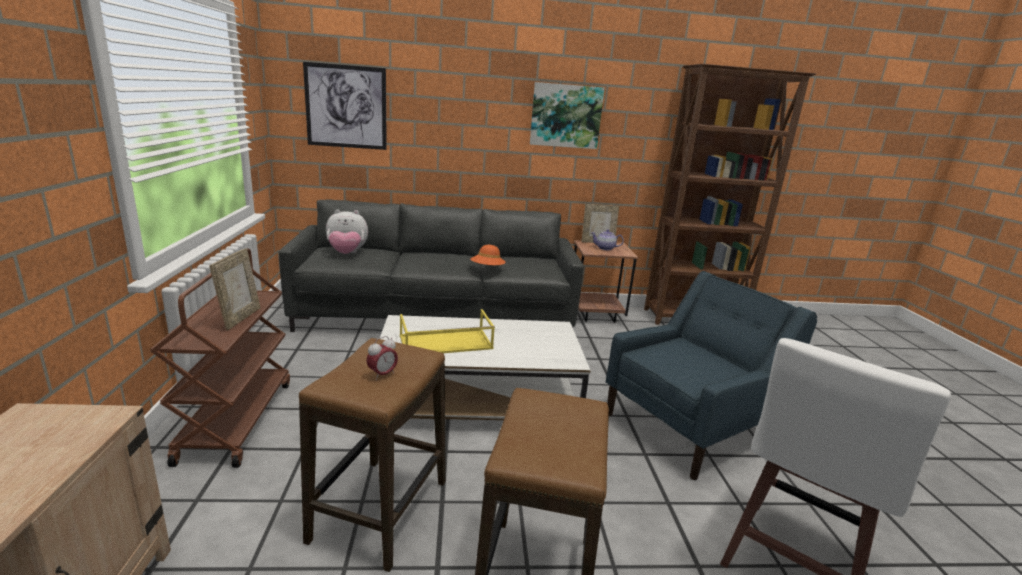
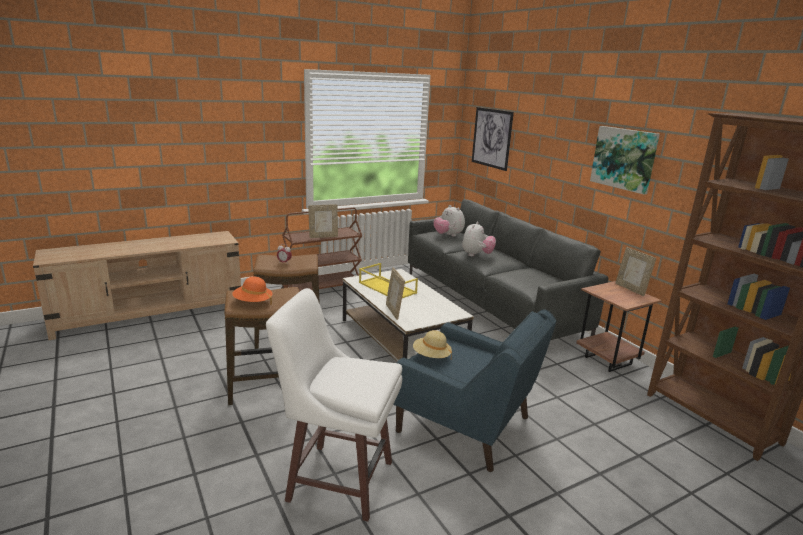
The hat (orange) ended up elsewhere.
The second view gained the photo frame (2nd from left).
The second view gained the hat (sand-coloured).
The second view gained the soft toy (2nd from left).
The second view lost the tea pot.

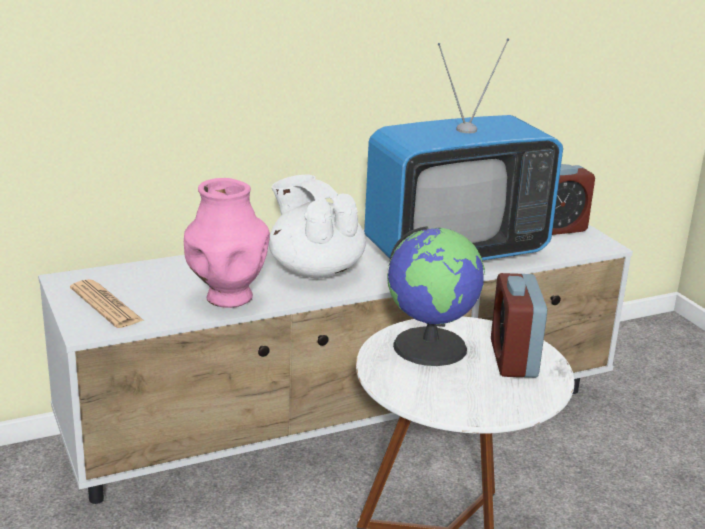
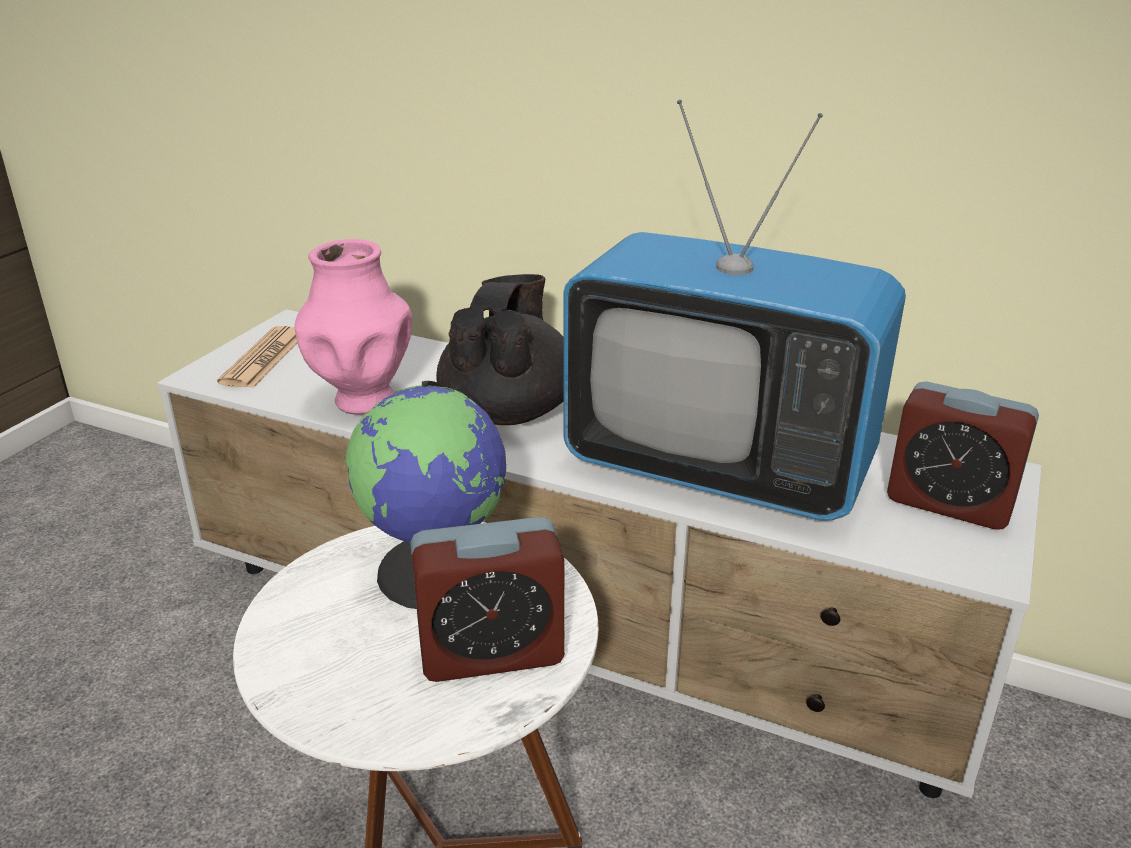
The alarm clock (1st from left) ended up facing another way, 150 degrees counterclockwise from before.
What was the tea pot (white) turned into the tea pot (black-coloured).

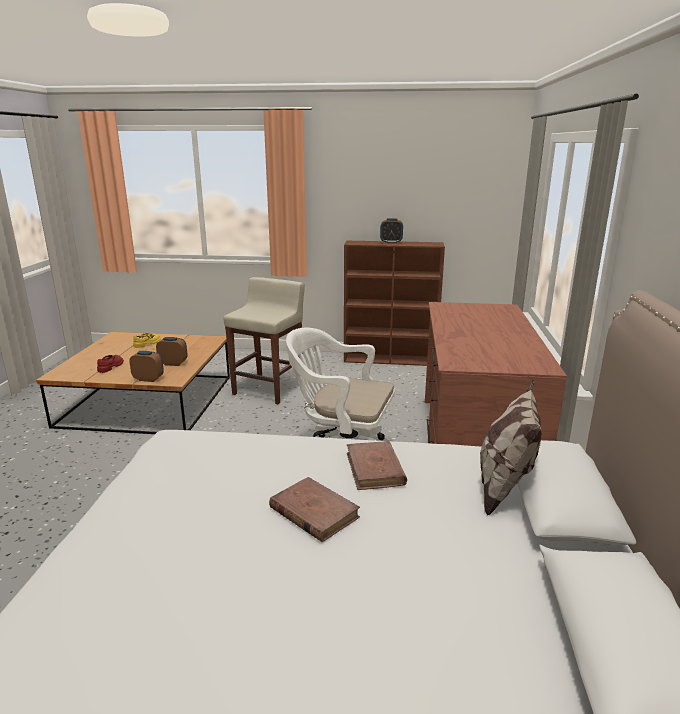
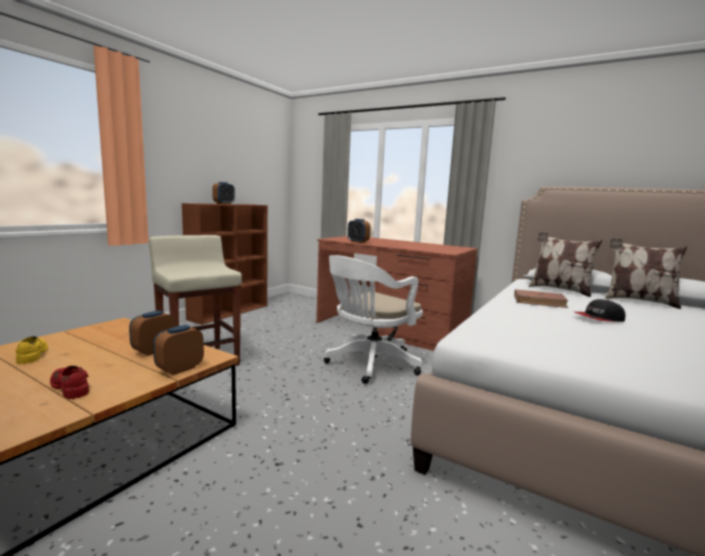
The second view gained the alarm clock (4th from left).
Where the book (brownish) (1st from left) stood, the cap came to stand.
The second view gained the throw pillow (2nd from left).

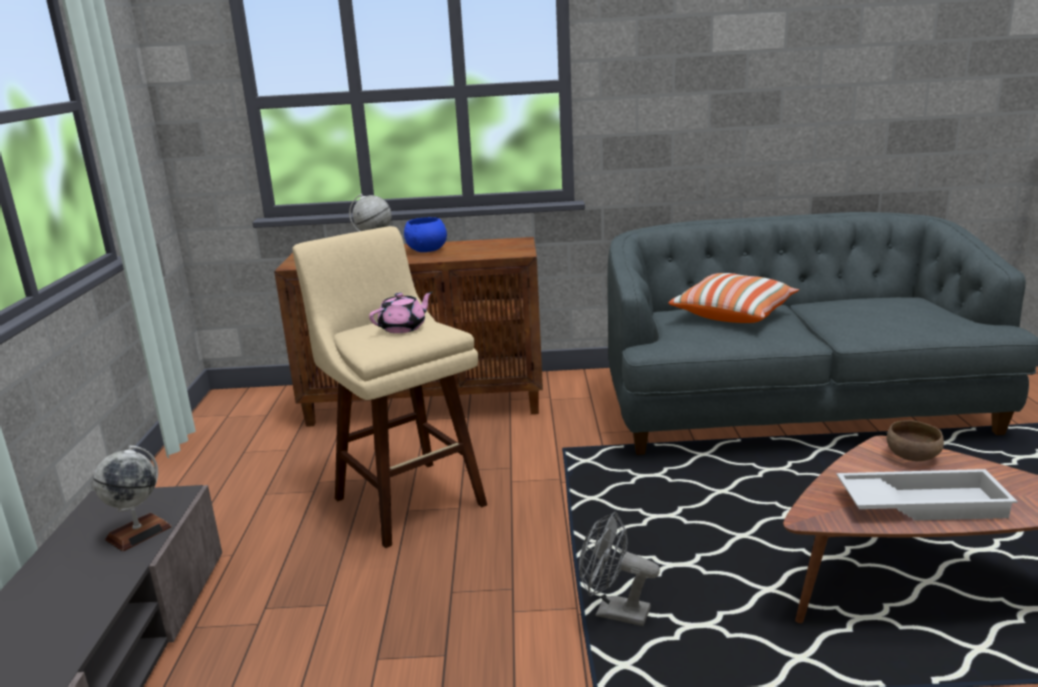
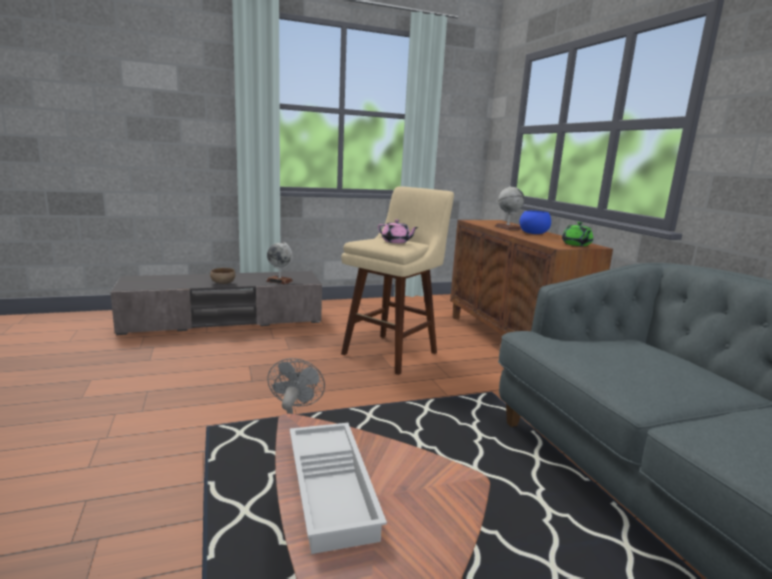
The serving bowl (brownish) ended up elsewhere.
The second view gained the tea pot (greenish).
The second view lost the throw pillow.

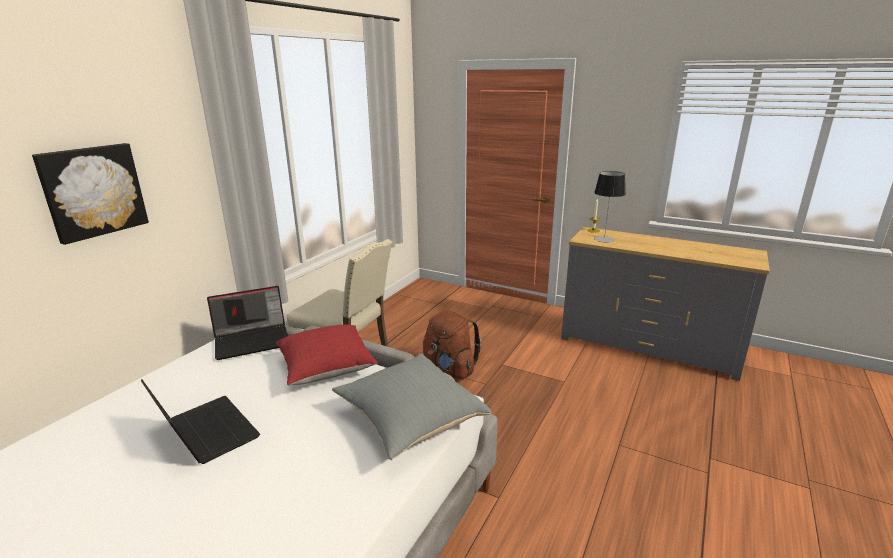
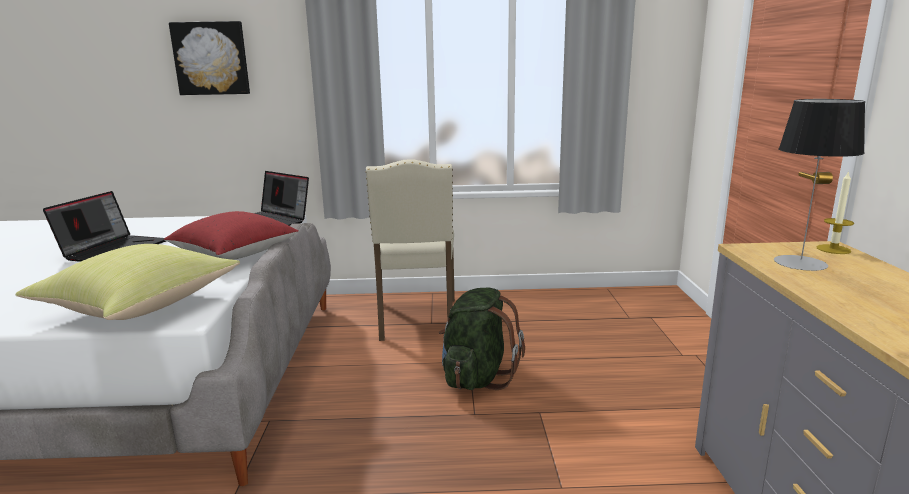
What was the throw pillow (grey) turned into the throw pillow (yellow-coloured).
What was the backpack (brownish) turned into the backpack (greenish).

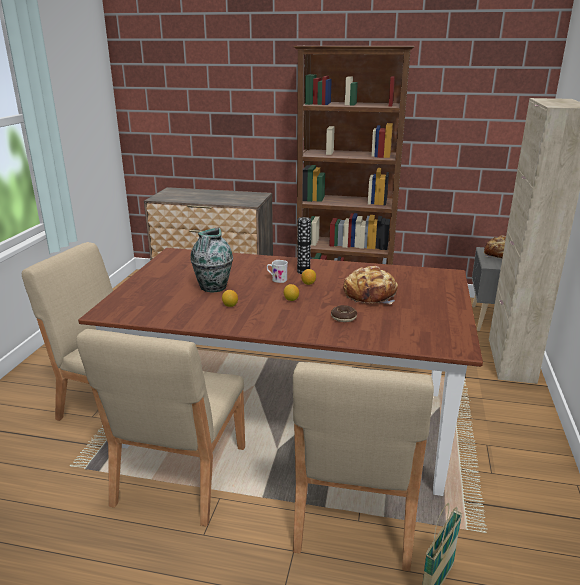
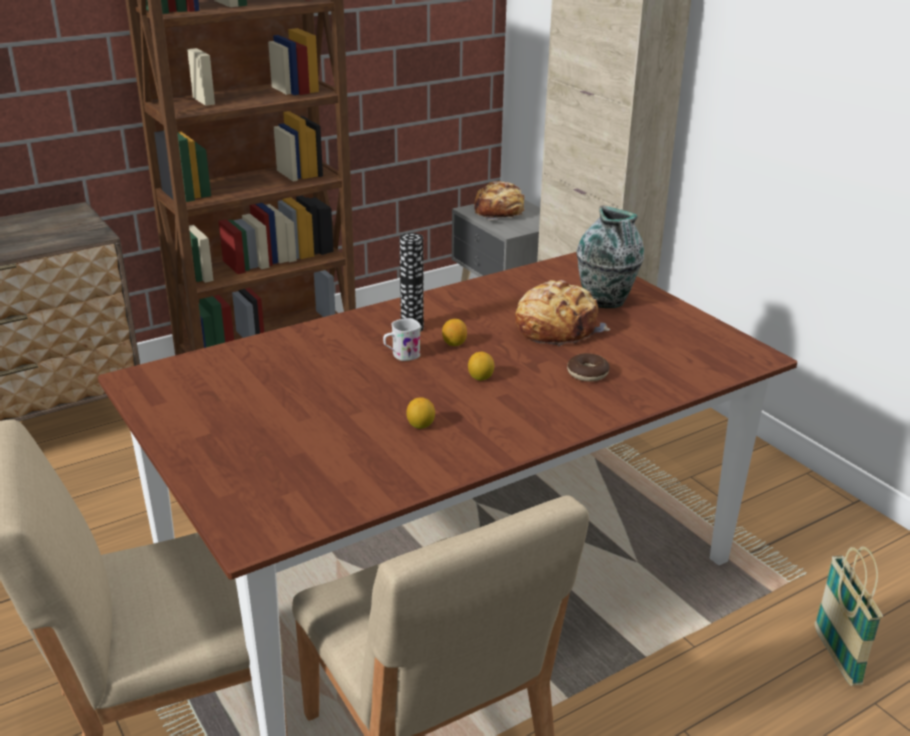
The decorative vase (1st from left in the first image) ended up elsewhere.
The second view lost the chair (sand-coloured) (3rd from left).

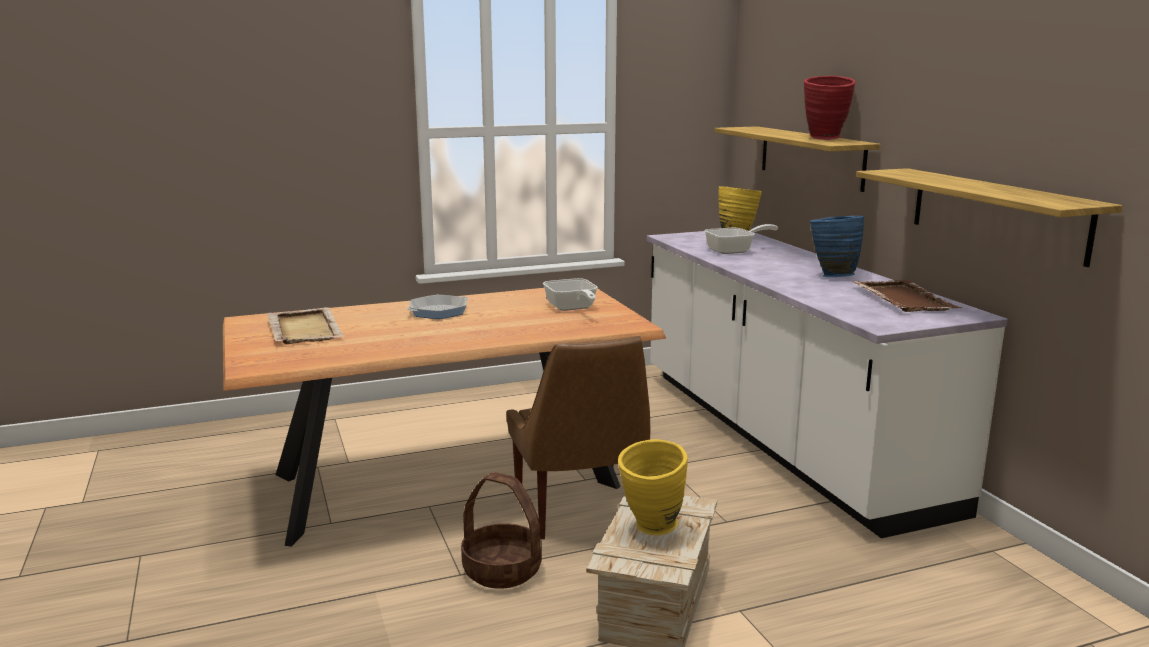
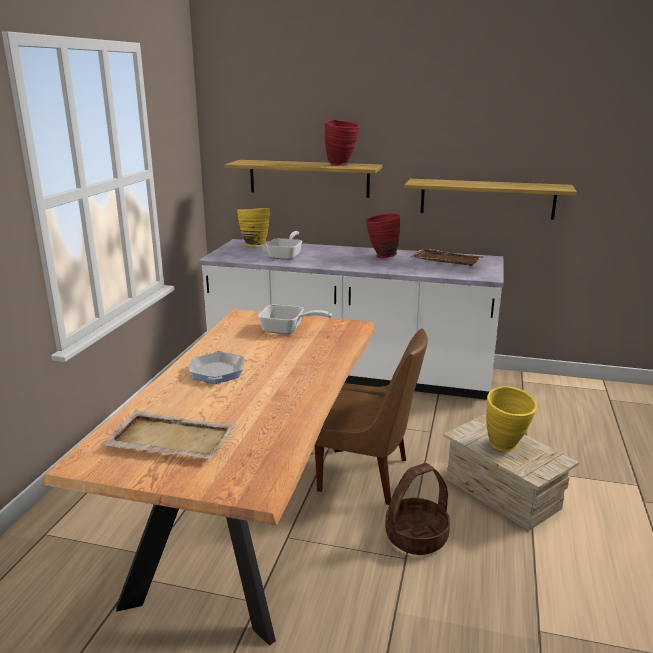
What was the decorative vase (bluish) turned into the decorative vase (red) (2nd from left).

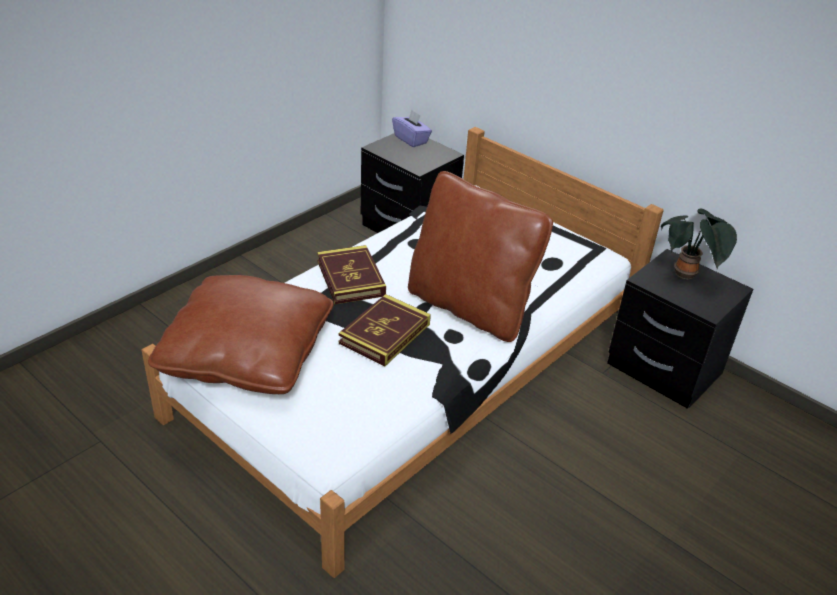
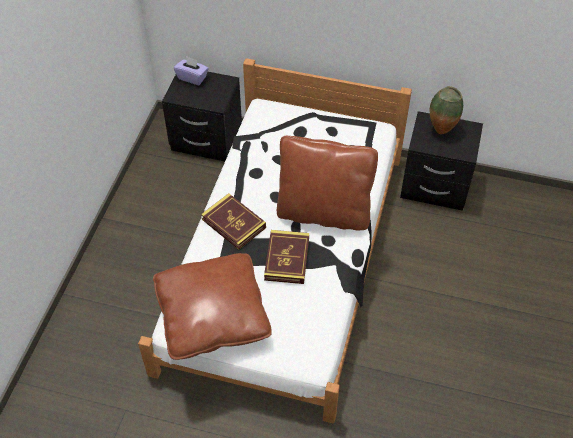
Where the plant in a pot stood, the decorative vase came to stand.

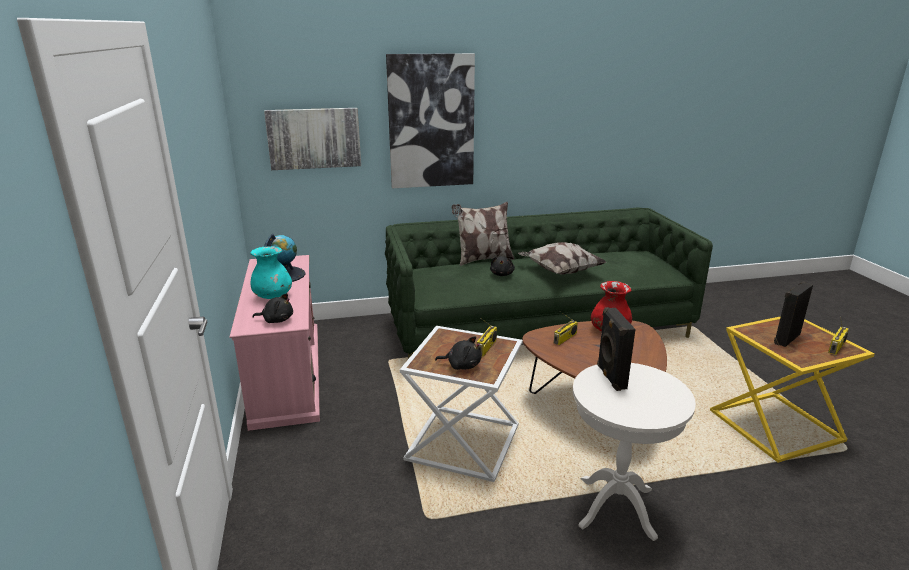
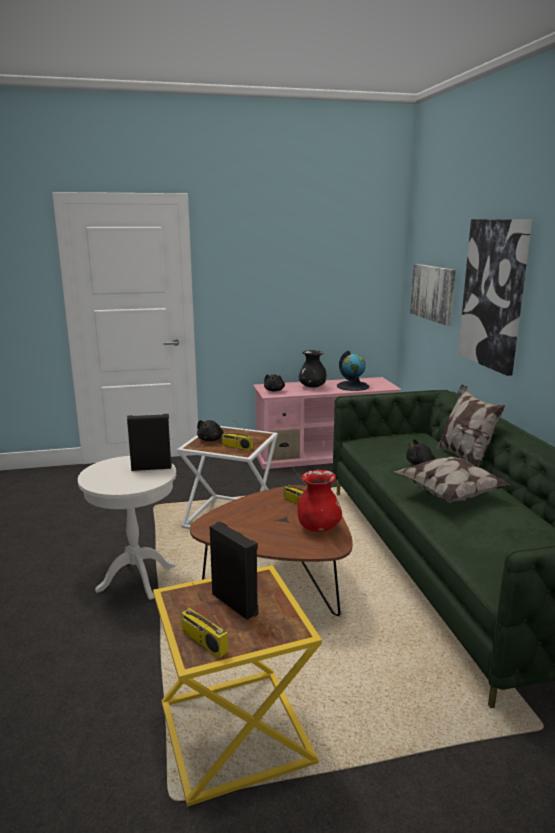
What was the decorative vase (turquoise) turned into the decorative vase (black-coloured).

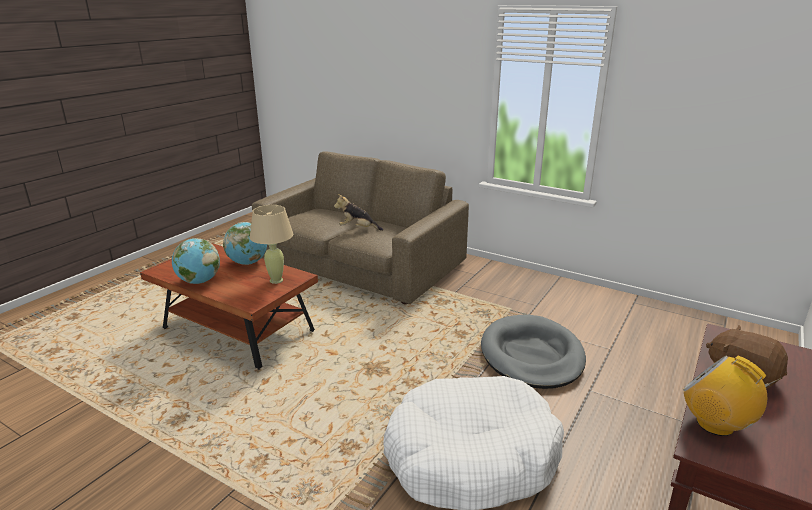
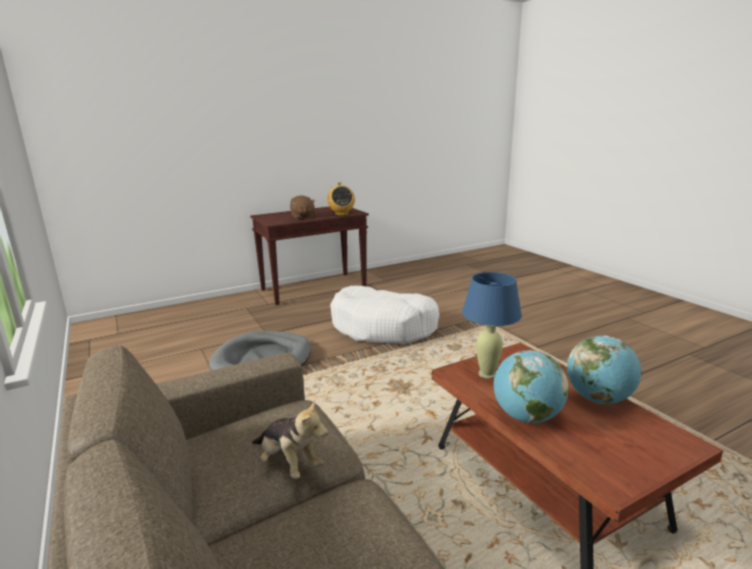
What was the lamp for a table (sand-coloured) turned into the lamp for a table (bluish).

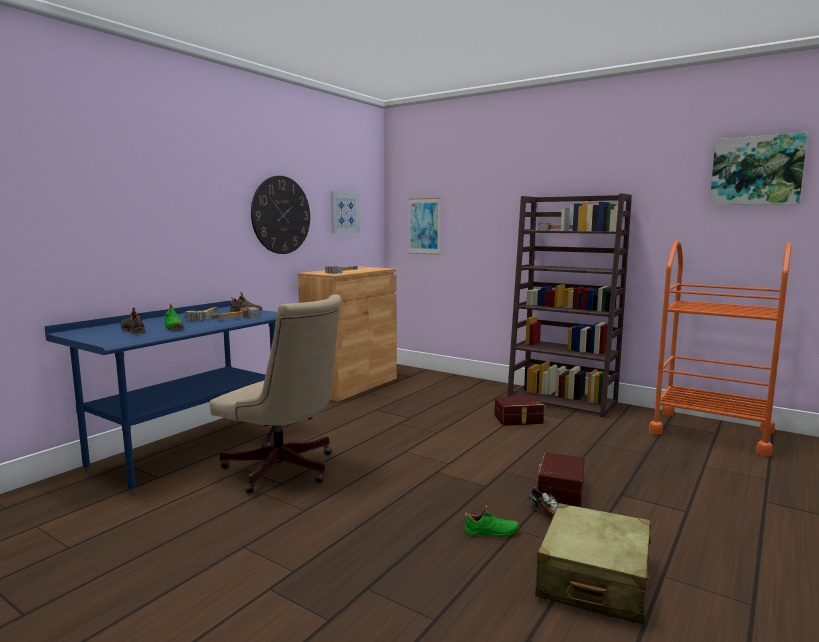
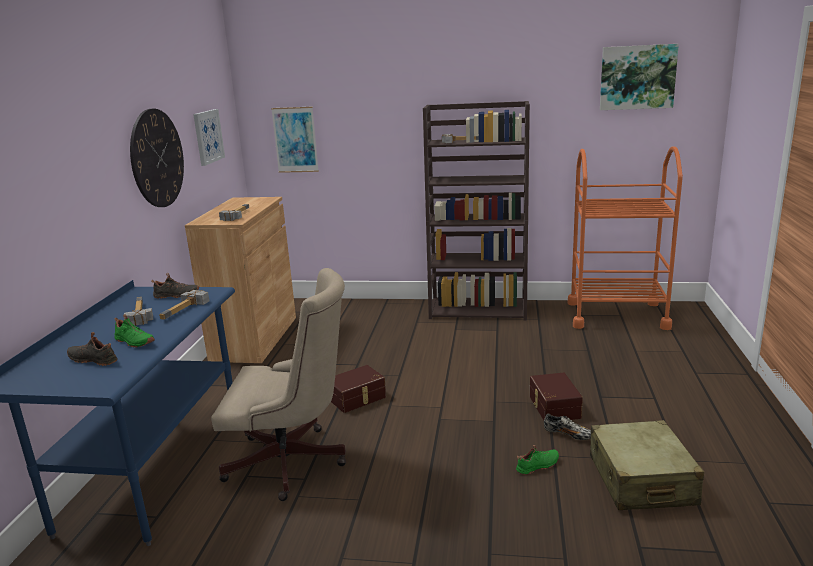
The storage bin (brownish) (1st from left) ended up elsewhere.

